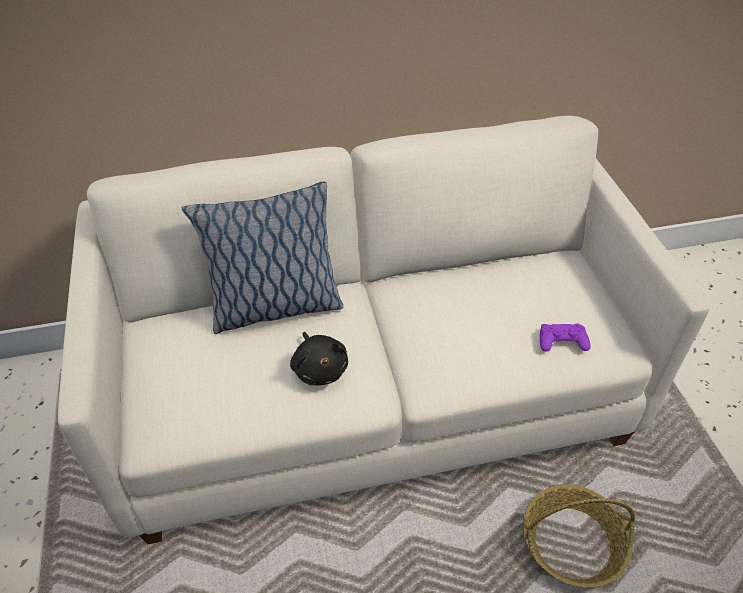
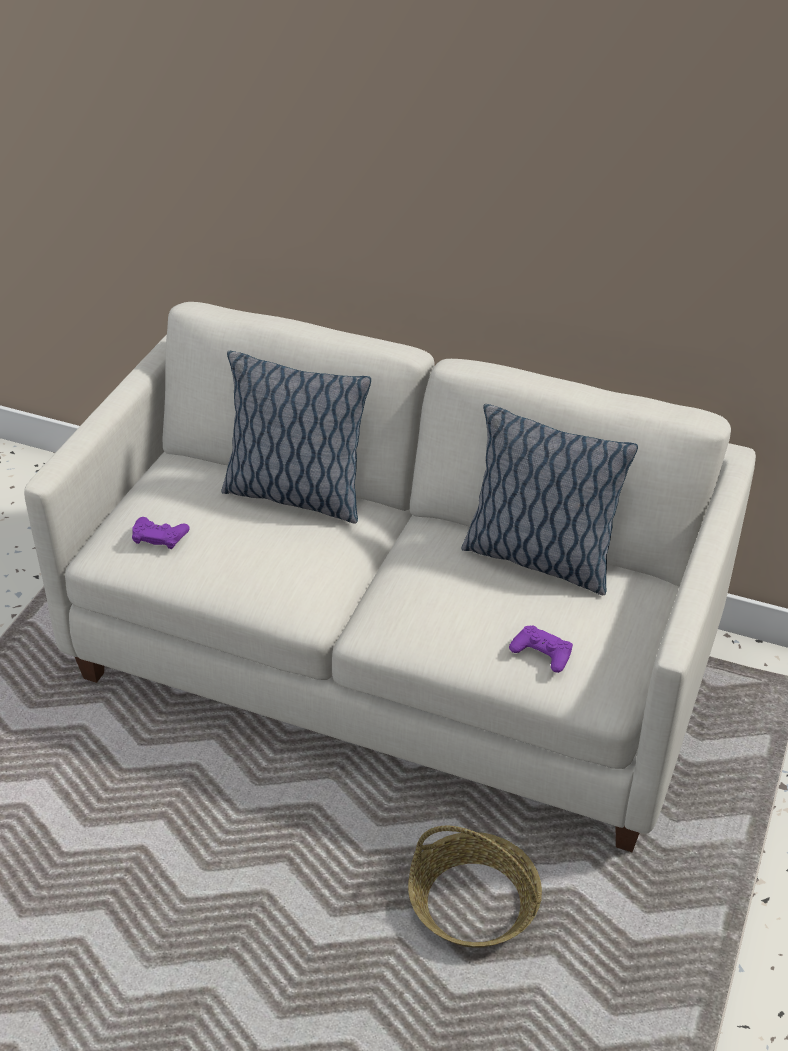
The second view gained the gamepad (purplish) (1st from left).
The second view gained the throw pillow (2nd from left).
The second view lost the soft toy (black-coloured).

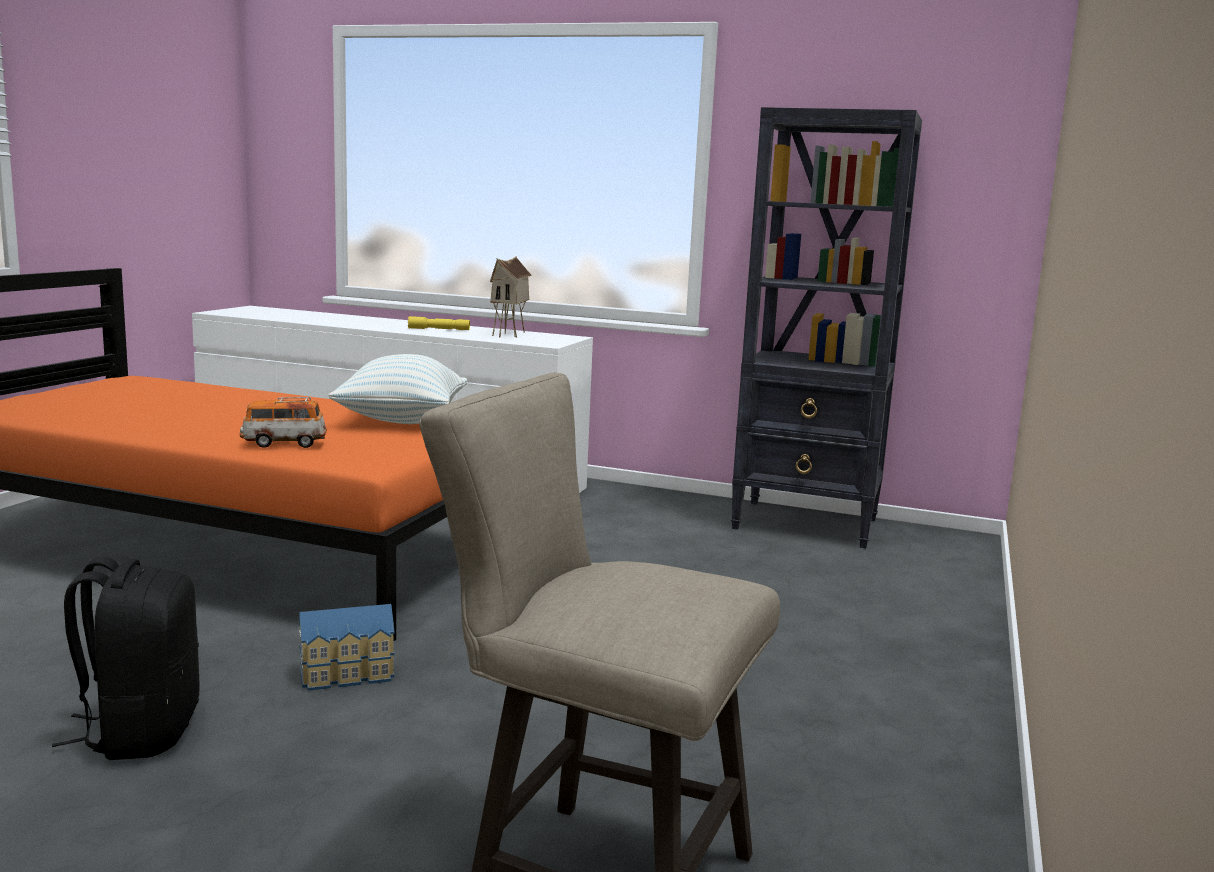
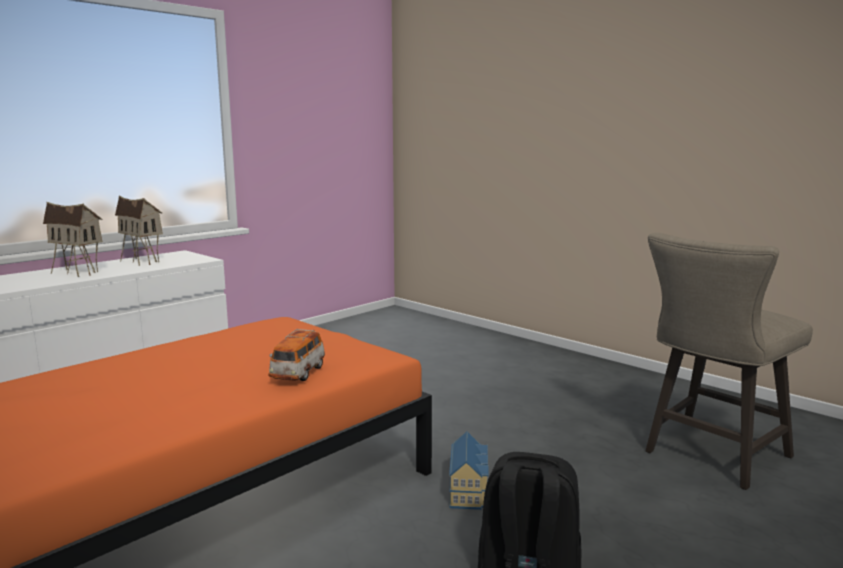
Where the flashlight (yellow-coloured) stood, the model house (1st from left) came to stand.
The second view lost the throw pillow.
The second view lost the bookcase (black-coloured).

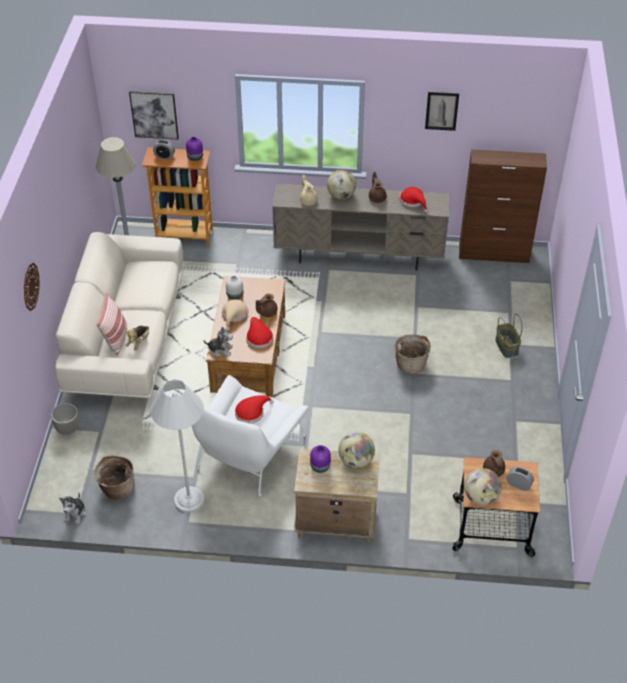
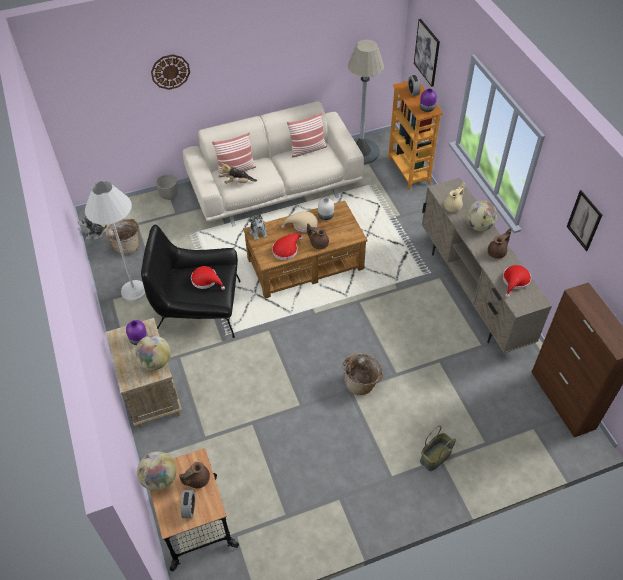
What was the lounge chair (white) turned into the lounge chair (black-coloured).
The second view gained the throw pillow (2nd from left).

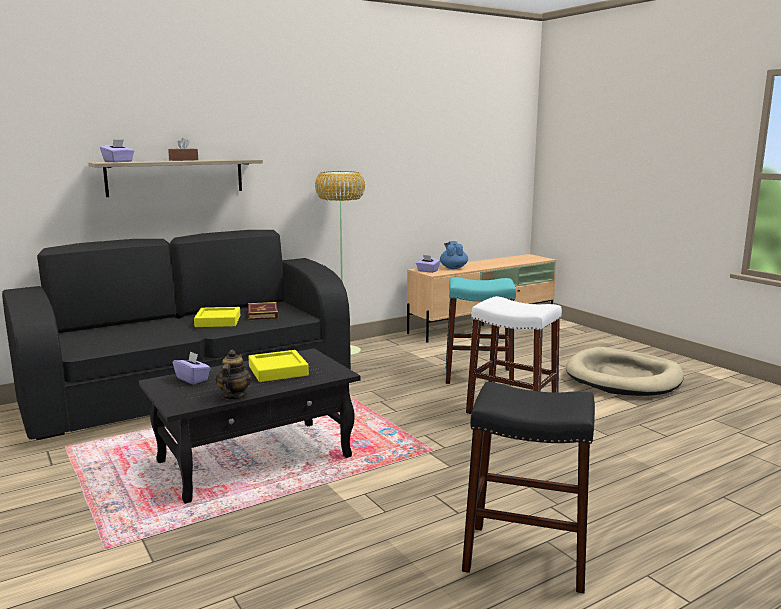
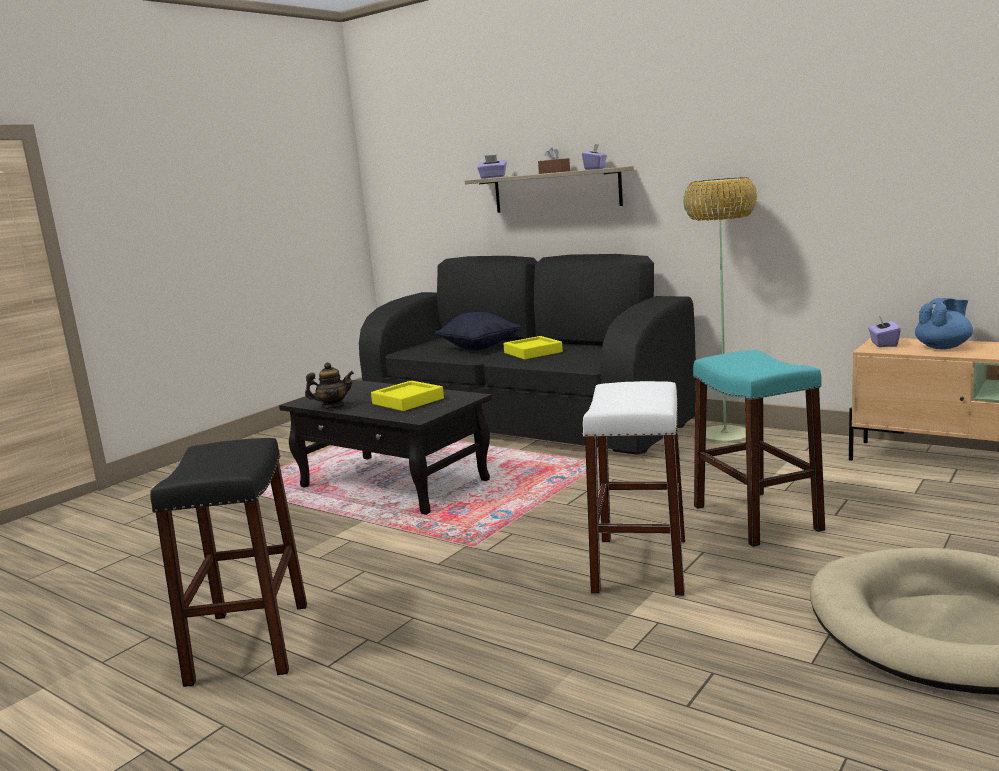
The second view gained the throw pillow (black-coloured).
The tissue box (purplish) (2nd from left) ended up elsewhere.
The second view lost the book.

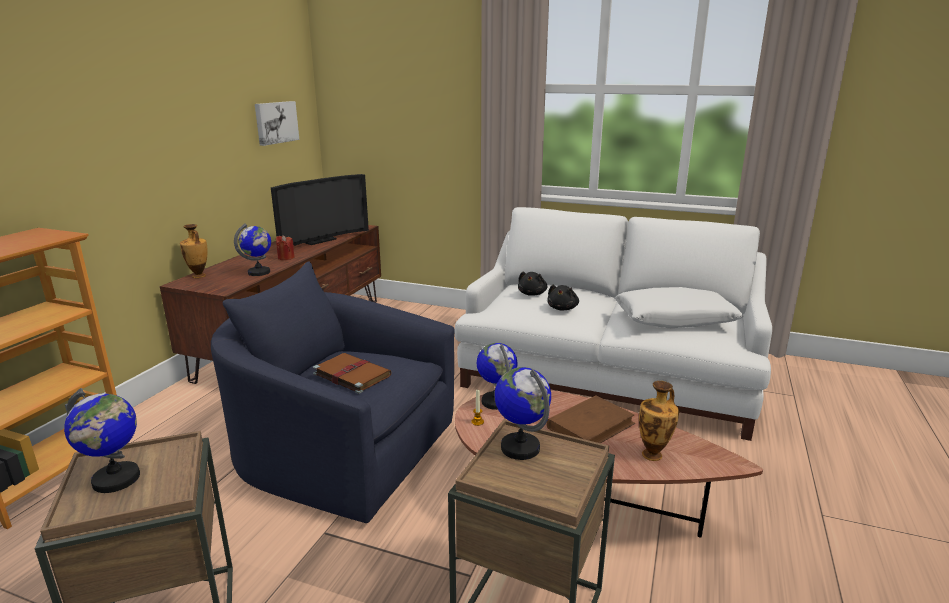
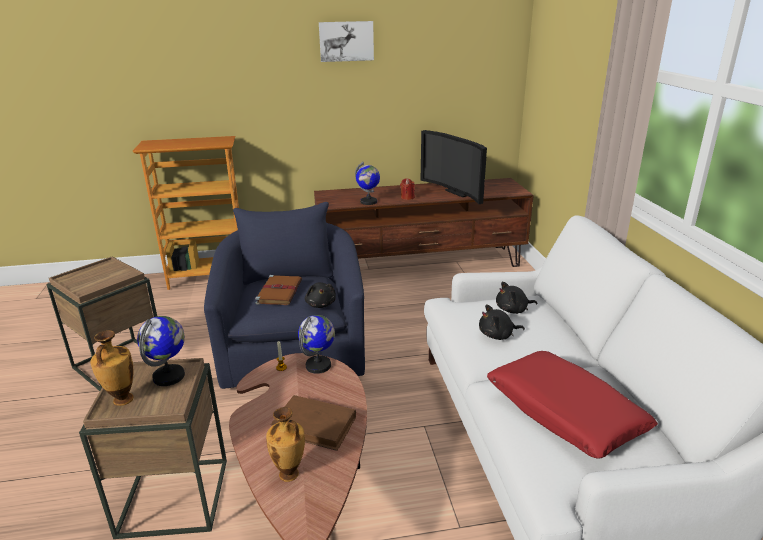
The decorative vase (1st from left) ended up elsewhere.
The second view gained the soft toy (black-coloured) (1st from left).
The wall picture ended up elsewhere.
The television ended up facing another way, 45 degrees clockwise from before.
What was the throw pillow (white) turned into the throw pillow (red).
The second view lost the desk globe (1st from left).

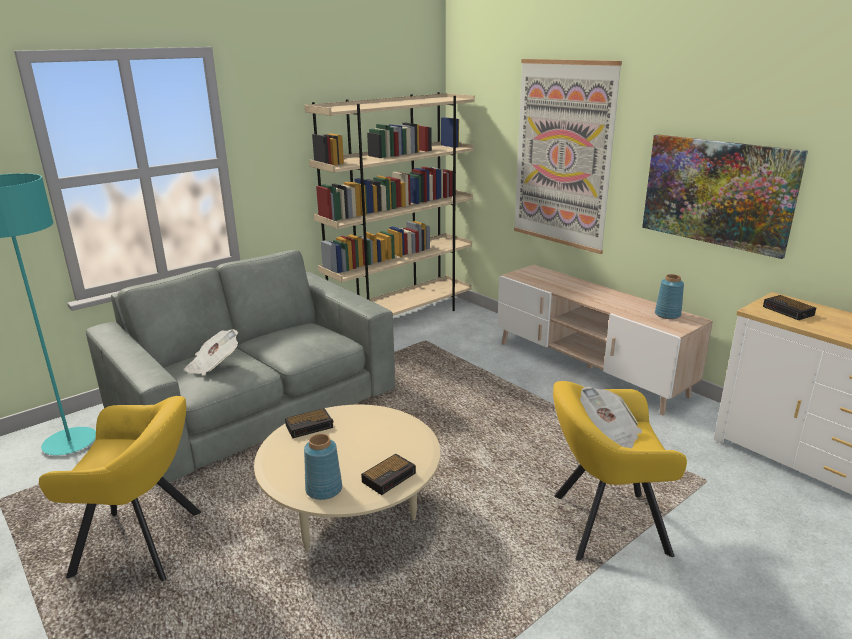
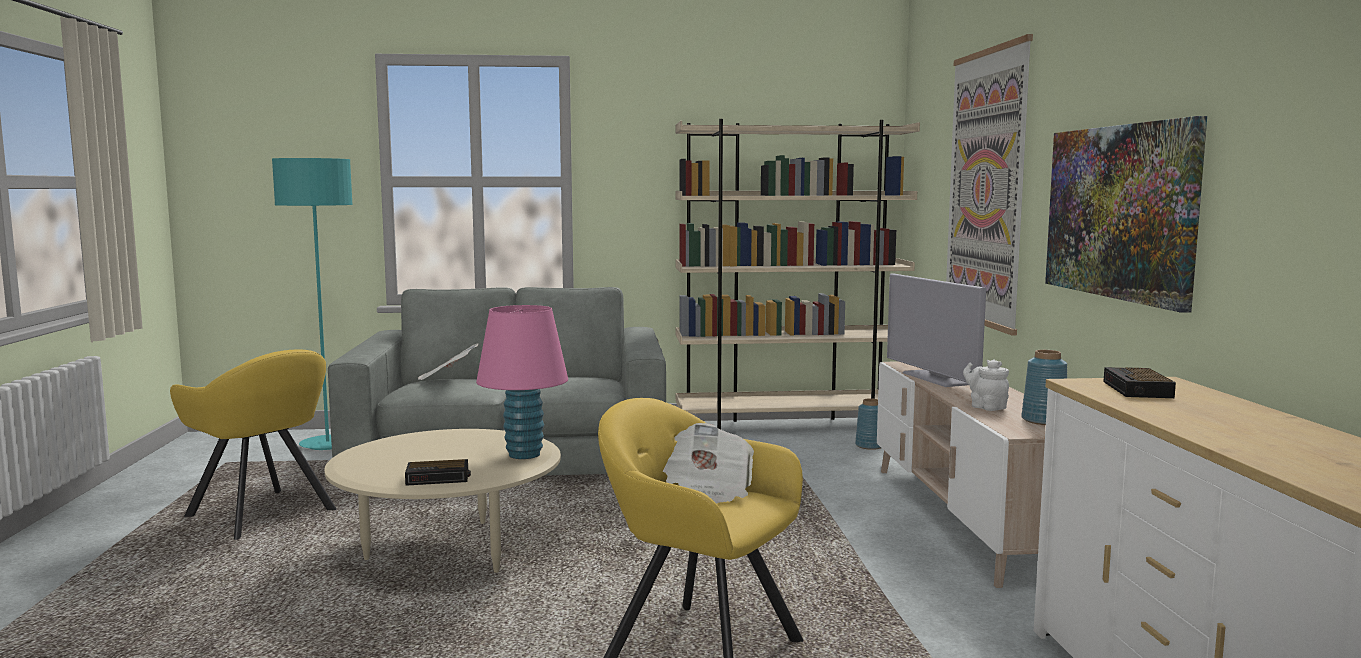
The second view gained the lamp for a table (pink).
The decorative vase (bluish) (1st from left) ended up elsewhere.
The second view gained the television.
The second view gained the tea pot (white).
The second view lost the alarm clock (1st from left).

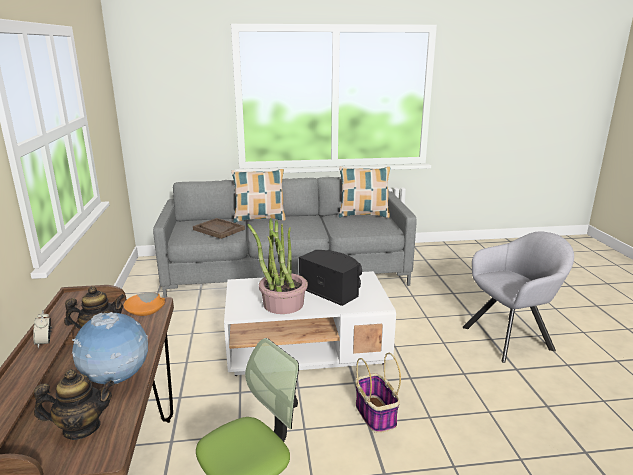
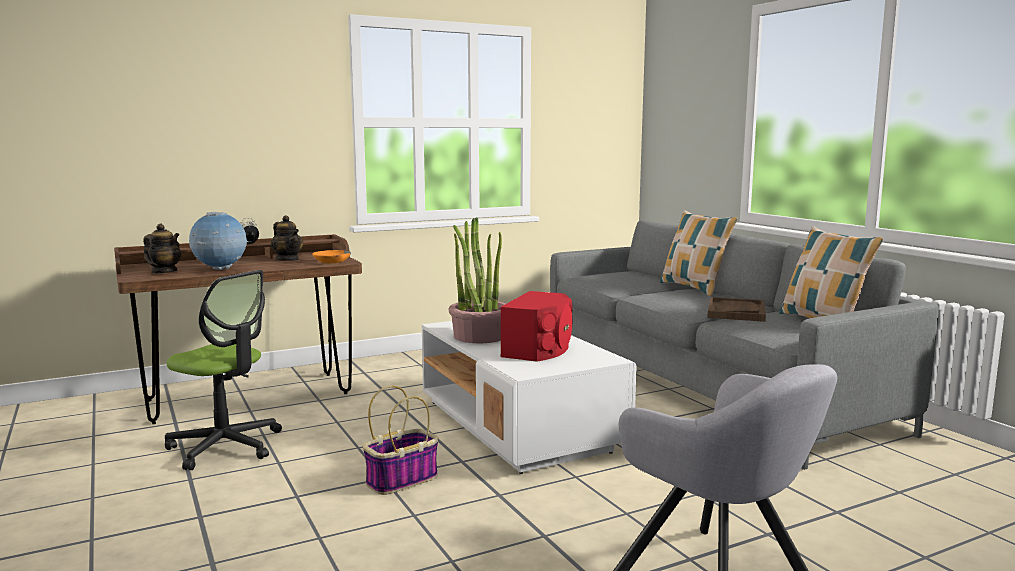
The tea pot (1st from left) ended up facing another way, 135 degrees counterclockwise from before.
What was the loudspeaker (black-coloured) turned into the loudspeaker (red).
The carrying tray (brownish) ended up elsewhere.

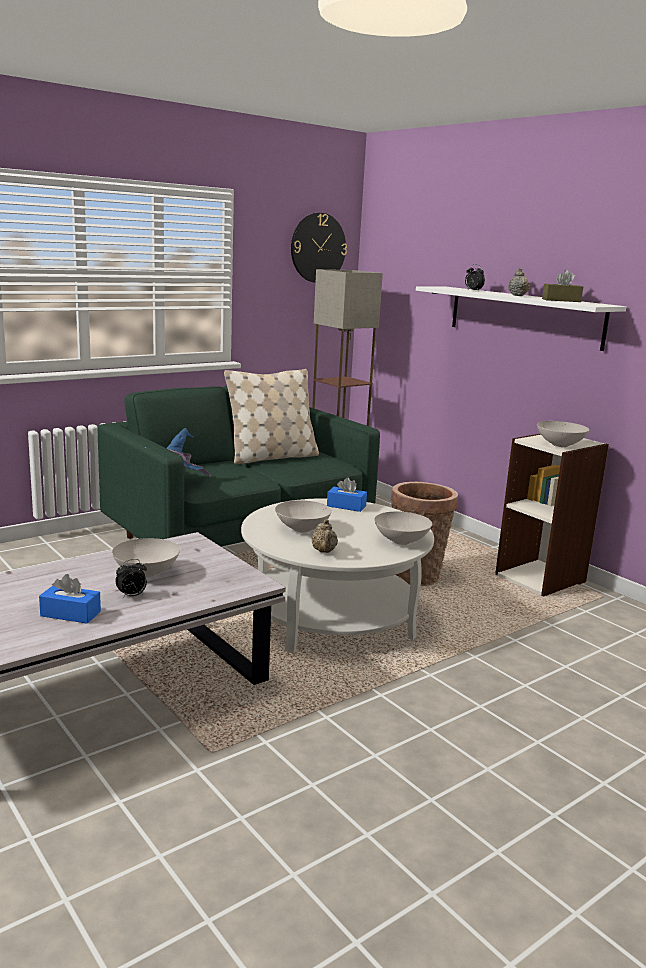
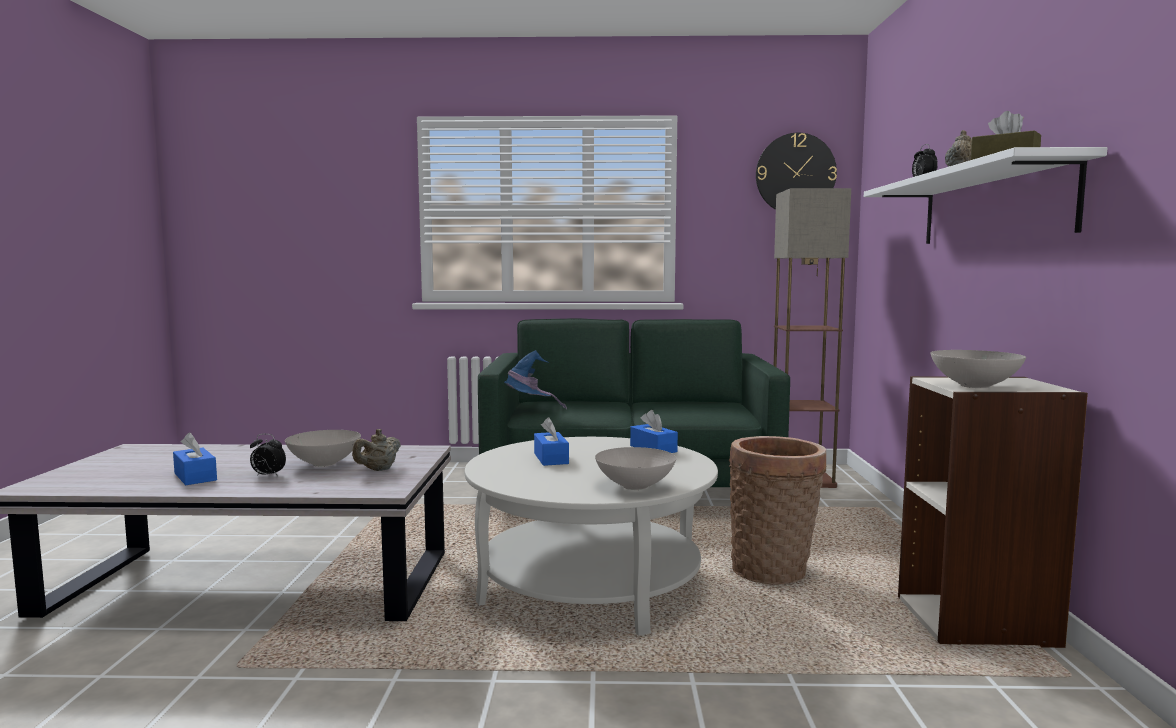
The tea pot (sand-coloured) (1st from left) ended up elsewhere.
Where the serving bowl (white) (2nd from left) stood, the tissue box (bluish) (2nd from left) came to stand.
The second view lost the throw pillow (sand-coloured).

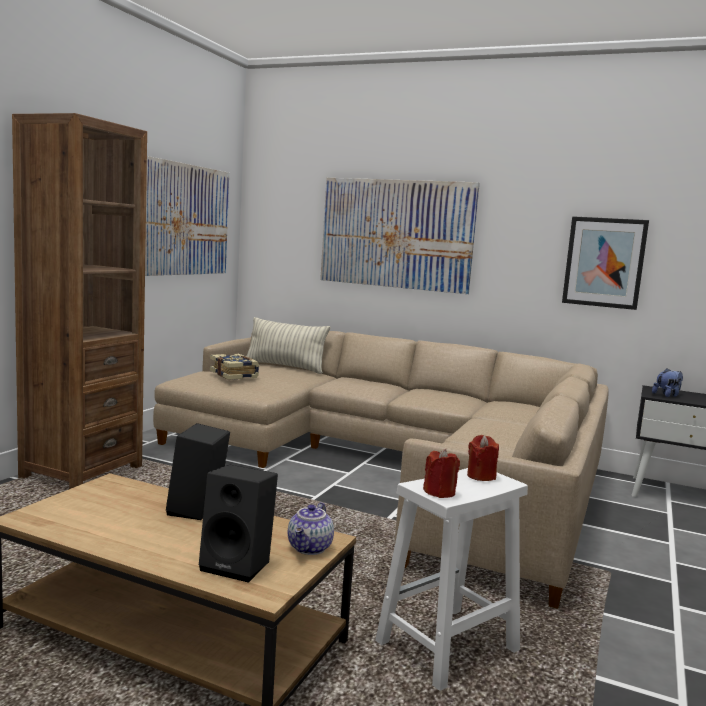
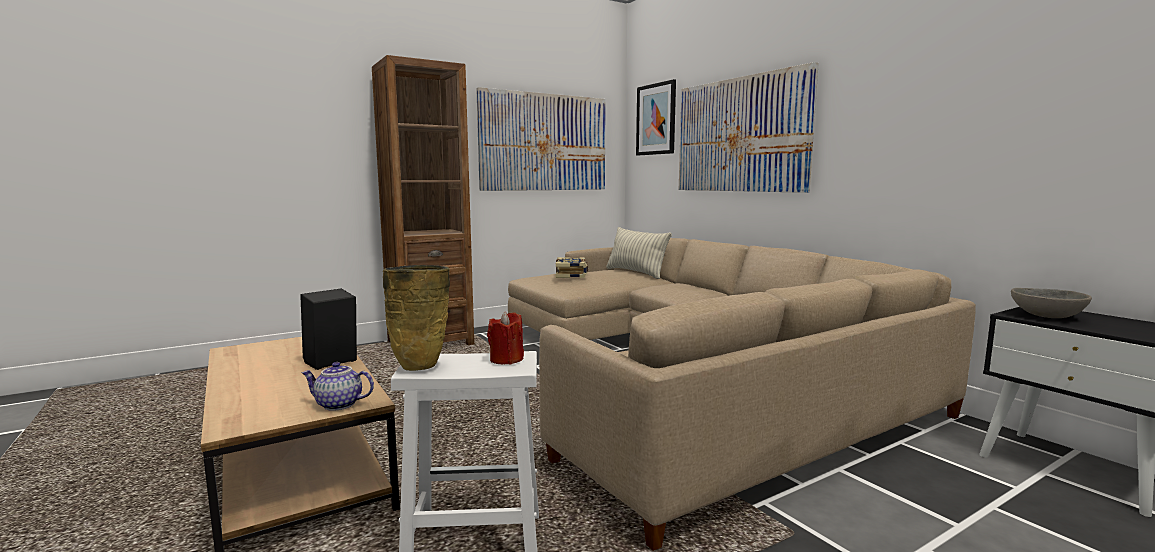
The tea pot ended up facing another way, 45 degrees clockwise from before.
Where the wax light (red) (1st from left) stood, the decorative vase (sand-coloured) came to stand.
The wall picture (3rd from left in the first image) ended up elsewhere.
Where the soft toy stood, the serving bowl (grey) came to stand.
The second view lost the loudspeaker (black-coloured) (2nd from left).

